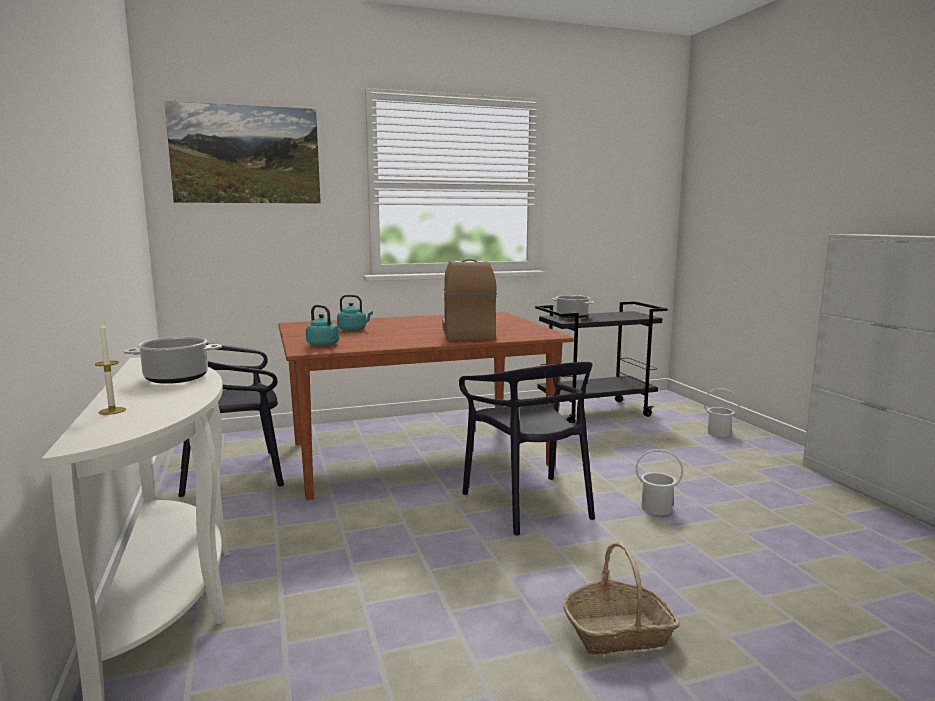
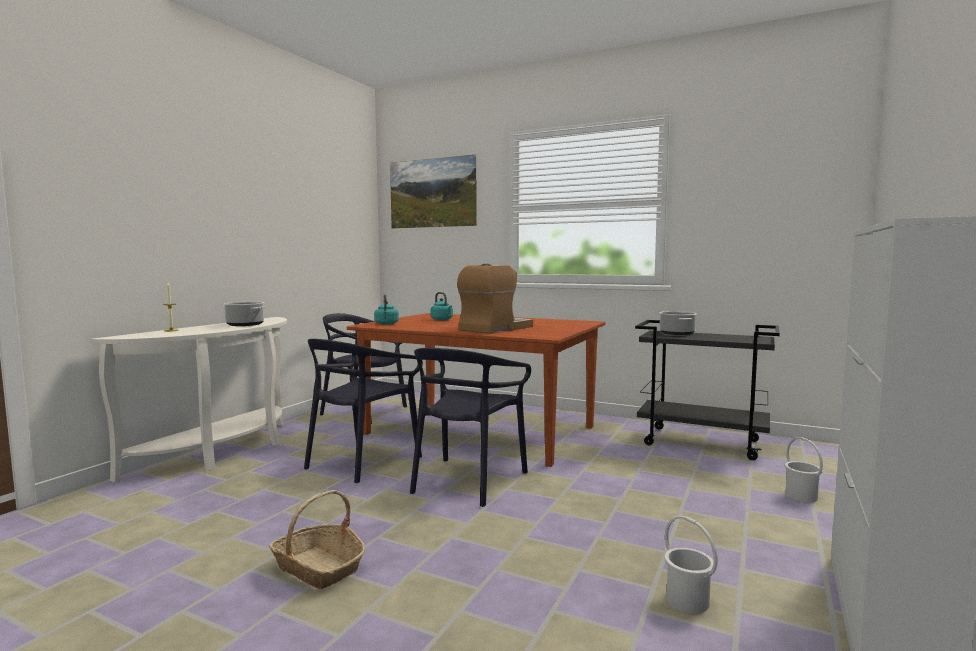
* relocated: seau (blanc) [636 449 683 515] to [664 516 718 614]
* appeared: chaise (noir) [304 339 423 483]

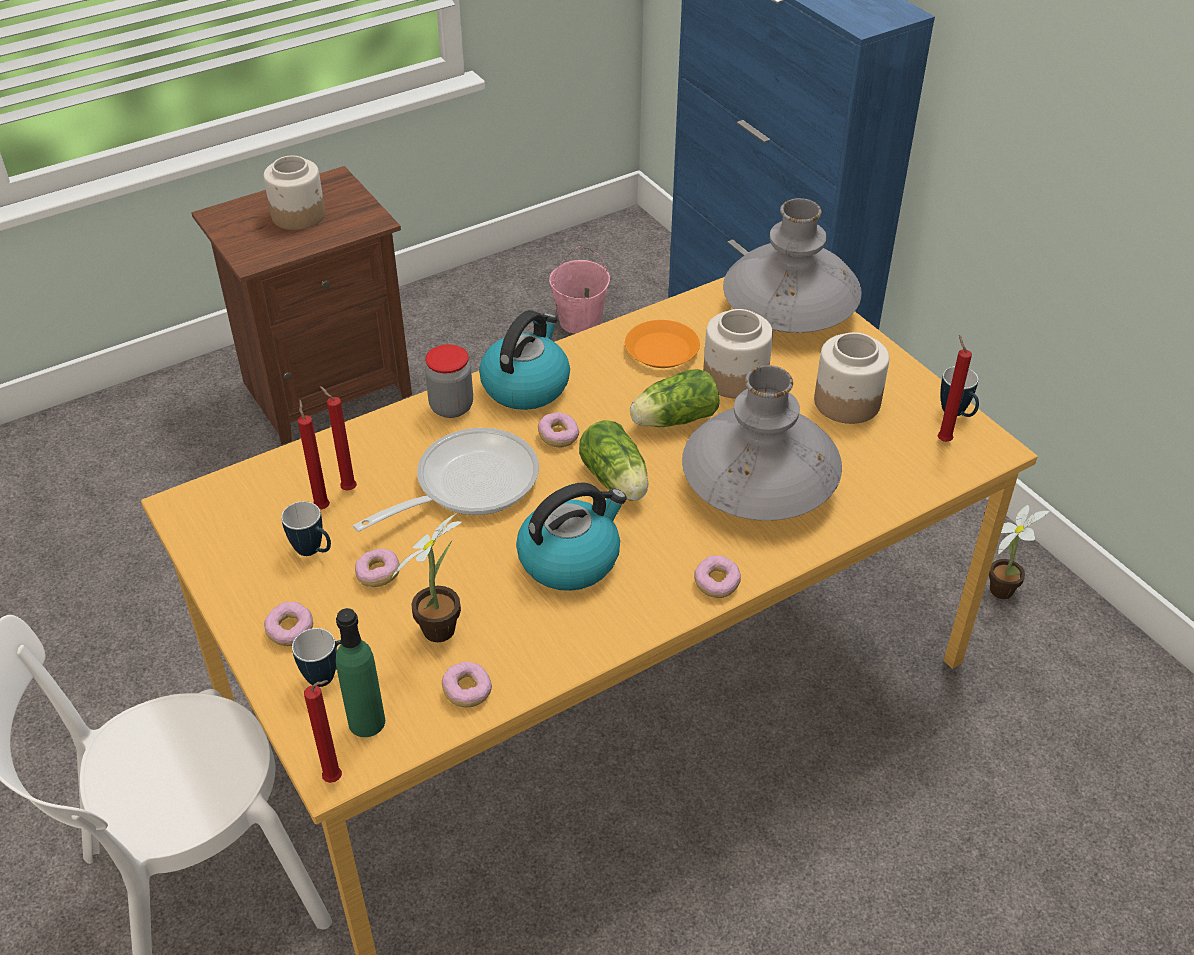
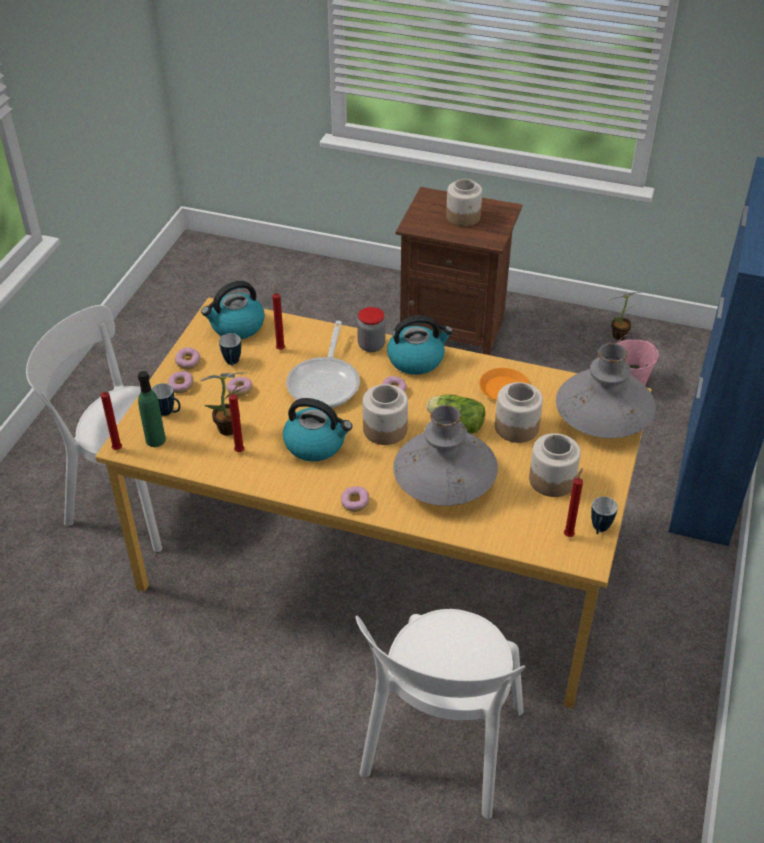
* relocated: bougie (rouge) [298 400 330 509] to [229 385 244 452]
* exchanged: laitue [579 420 649 501] to bocal [363 384 408 445]
* spun: poêle [353 428 539 532] = [286 321 360 408] 90 degrees clockwise
* relocated: plante en pot [989 505 1050 599] to [609 291 641 340]
* relocated: beignet [442 662 492 708] to [175 347 201 370]
* appeared: bouilloire [201 281 265 339]
* appeared: chaise (blanc) [356 609 525 819]

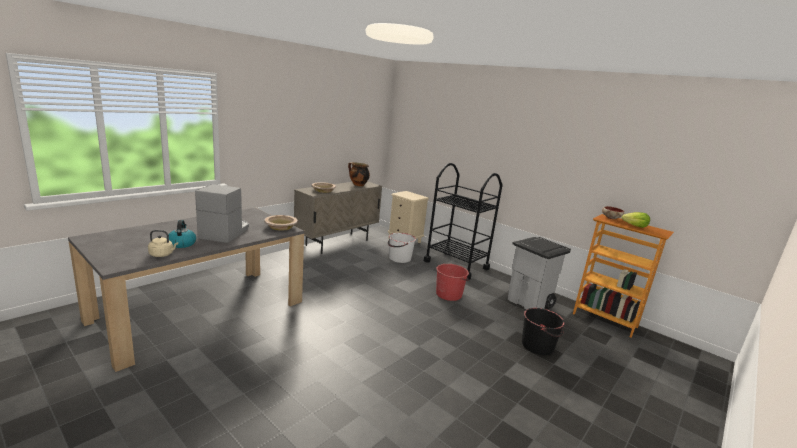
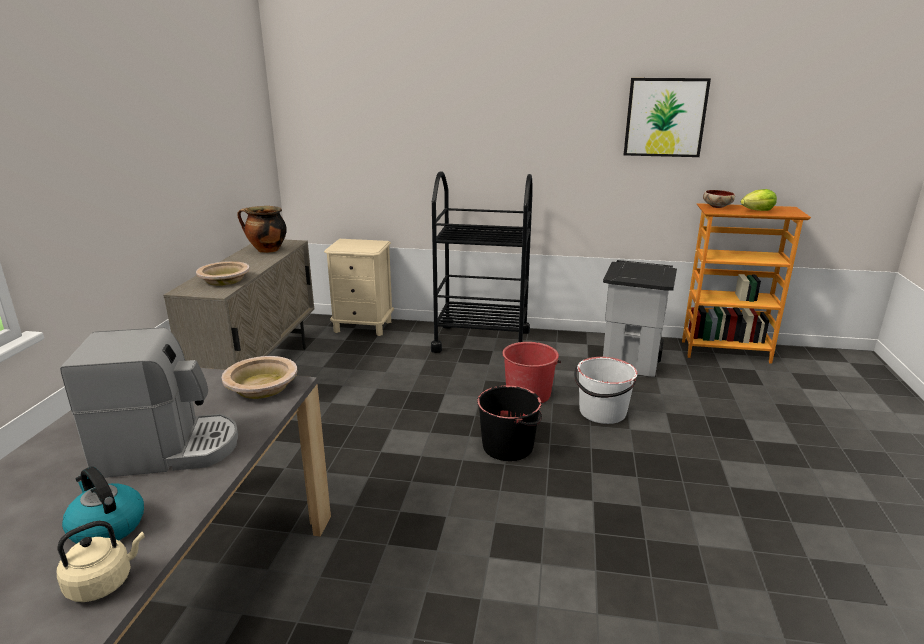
* spun: machine à café [195 184 249 243] = [60 327 238 478] 105 degrees clockwise
* relocated: seau (blanc) [388 233 416 263] to [574 357 638 424]
* relocated: seau (noir) [522 308 565 355] to [477 386 542 461]
* appeared: tableau [624 78 711 157]

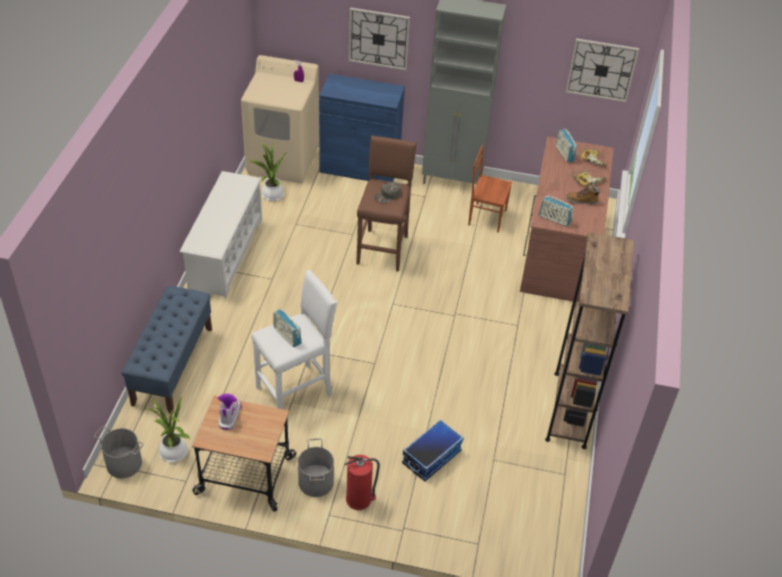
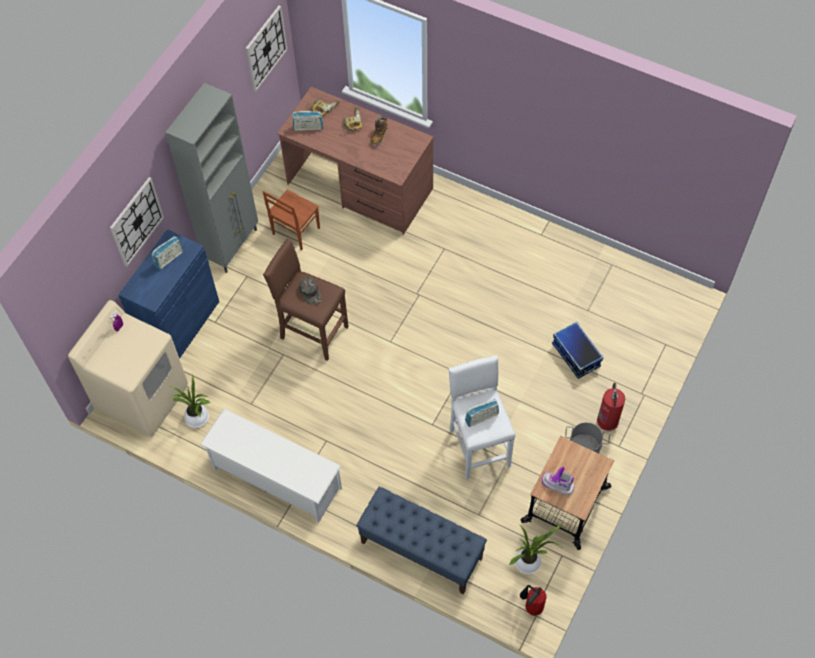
* relocated: radio [539 195 573 226] to [152 236 184 270]
* missing: bibliothèque (marron) [545 232 634 449]
* exchanged: seau (gris) [94 426 143 478] to extincteur [520 585 546 616]

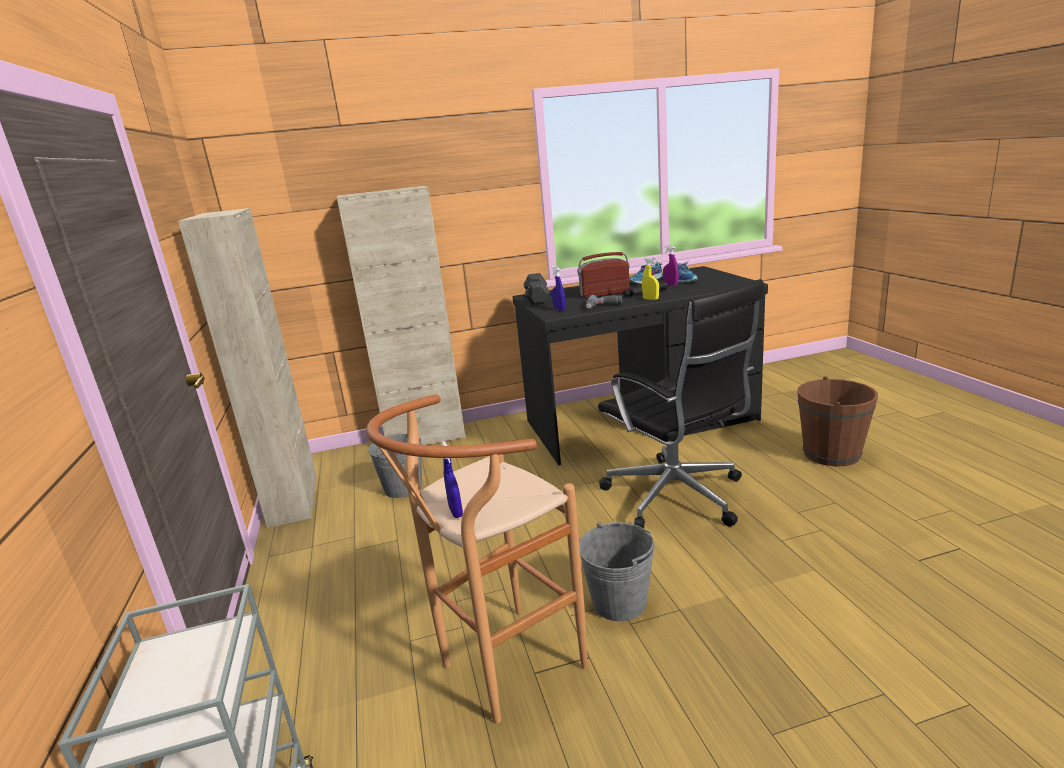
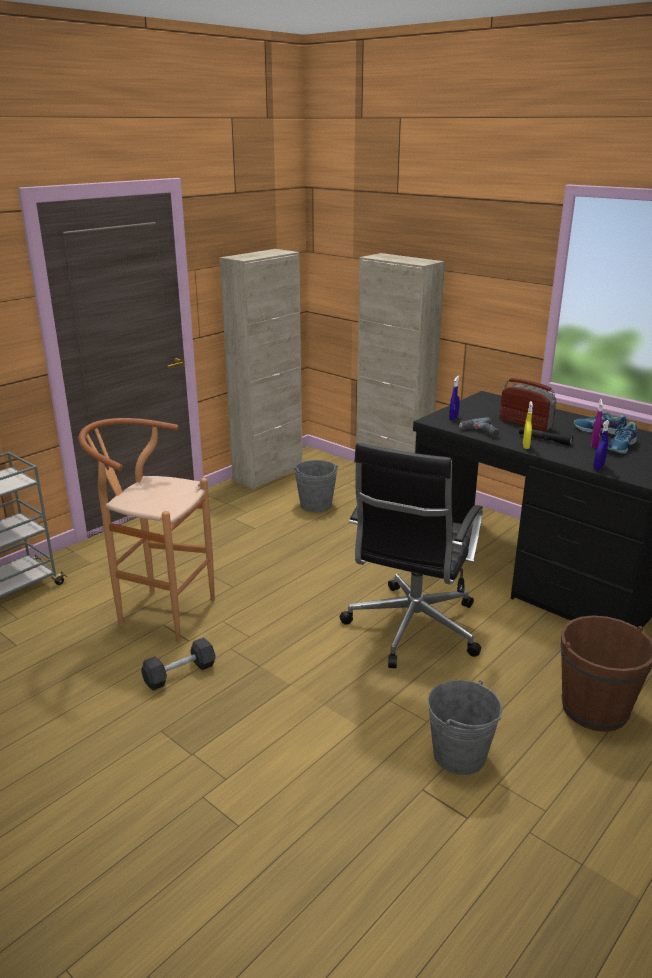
* relocated: haltère (noir) [524 273 550 305] to [141 637 216 691]
* relocated: vaporisateur (bleu) [441 442 463 518] to [593 420 610 470]
* relocated: seau (gris) [579 522 655 621] to [428 680 502 775]

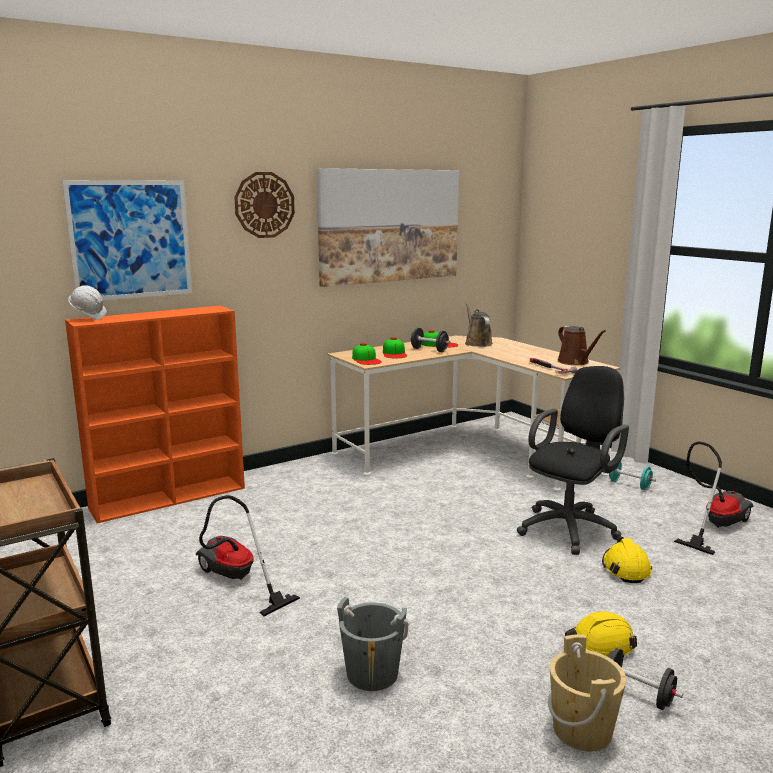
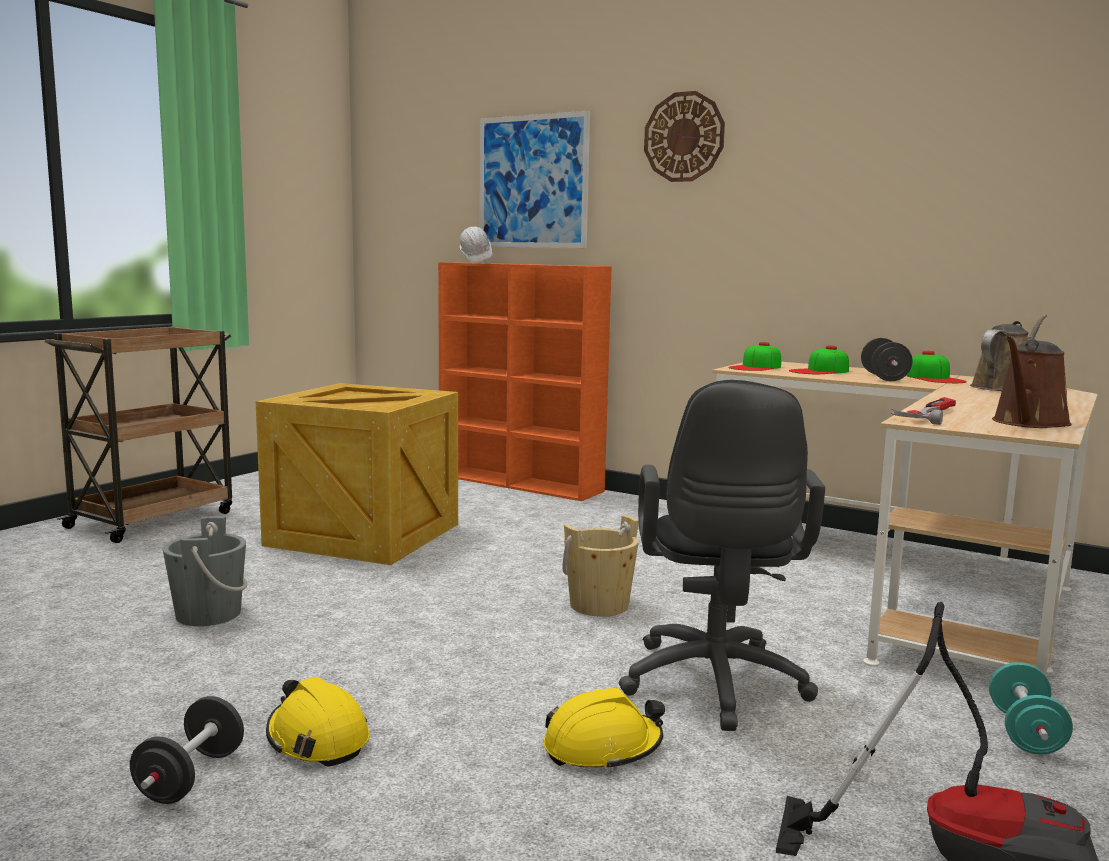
* missing: tableau [317 168 459 287]
* spun: chaise de bureau (noir) [517 366 629 555] = [619 380 825 731] 75 degrees clockwise
* exchanged: aspirateur [196 495 300 616] to caisse [256 383 458 565]
* relocated: seau (beige) [548 634 626 751] to [563 515 639 617]

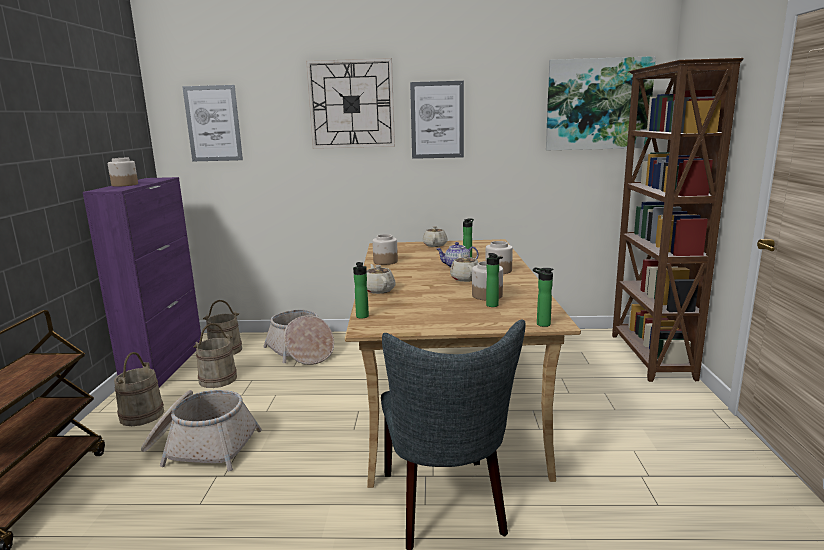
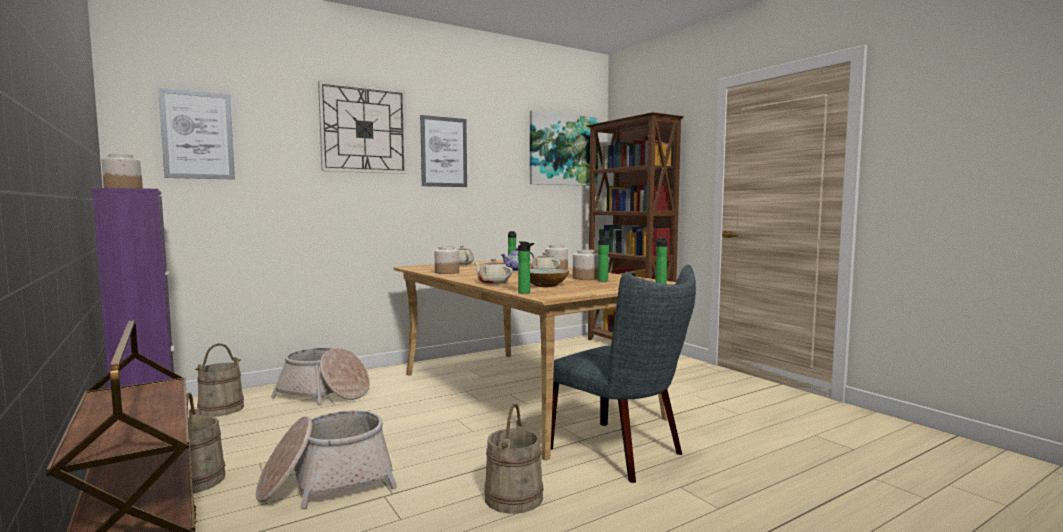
* relocated: seau (beige) [193 323 237 388] to [484 404 544 514]
* appeared: bol [530 268 569 287]

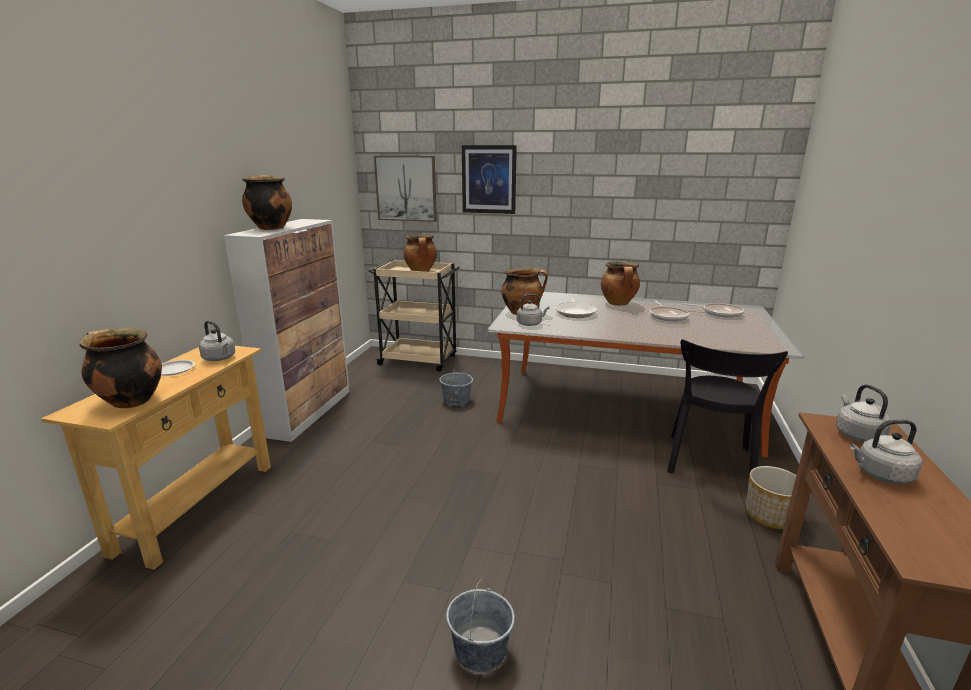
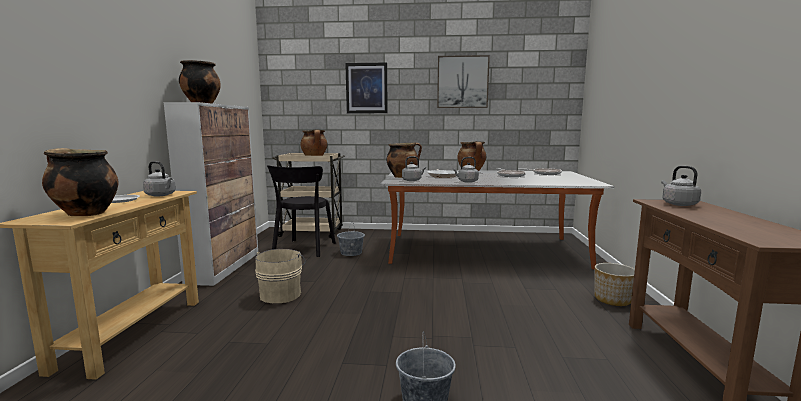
* relocated: tableau [374 156 437 222] to [437 55 490 108]
* relocated: chaise (noir) [667 339 788 475] to [267 165 336 257]
* relocated: bouilloire (gris) [850 420 923 484] to [453 157 479 183]
* appeared: seau (beige) [255 249 306 303]

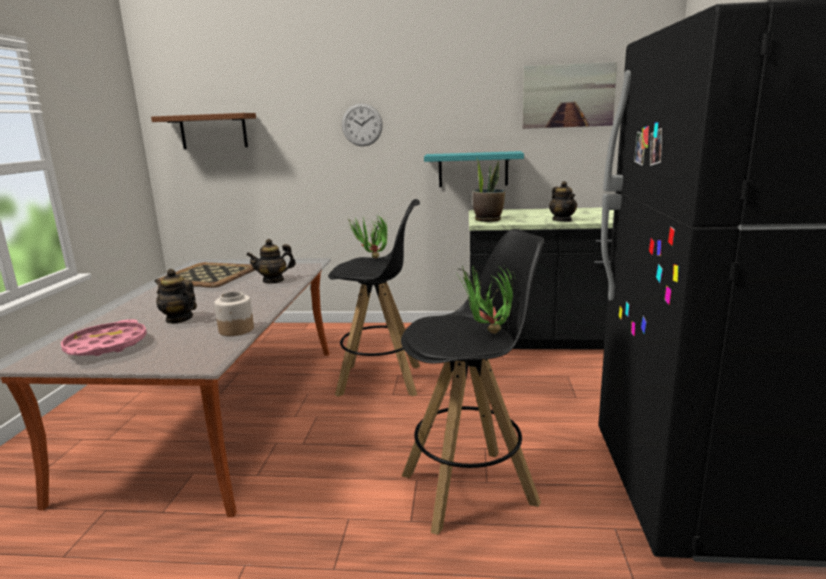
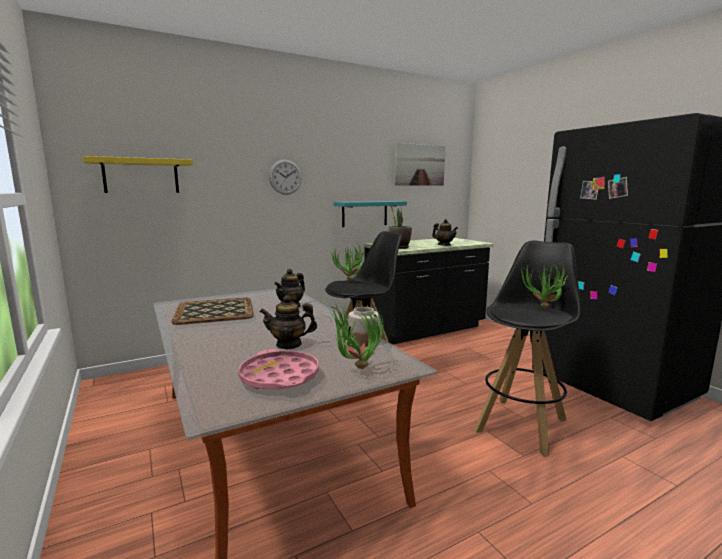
* colour: étagère (marron) [151 113 256 149] to étagère (jaune) [82 156 193 193]
* appeared: plante en pot [330 305 384 369]

